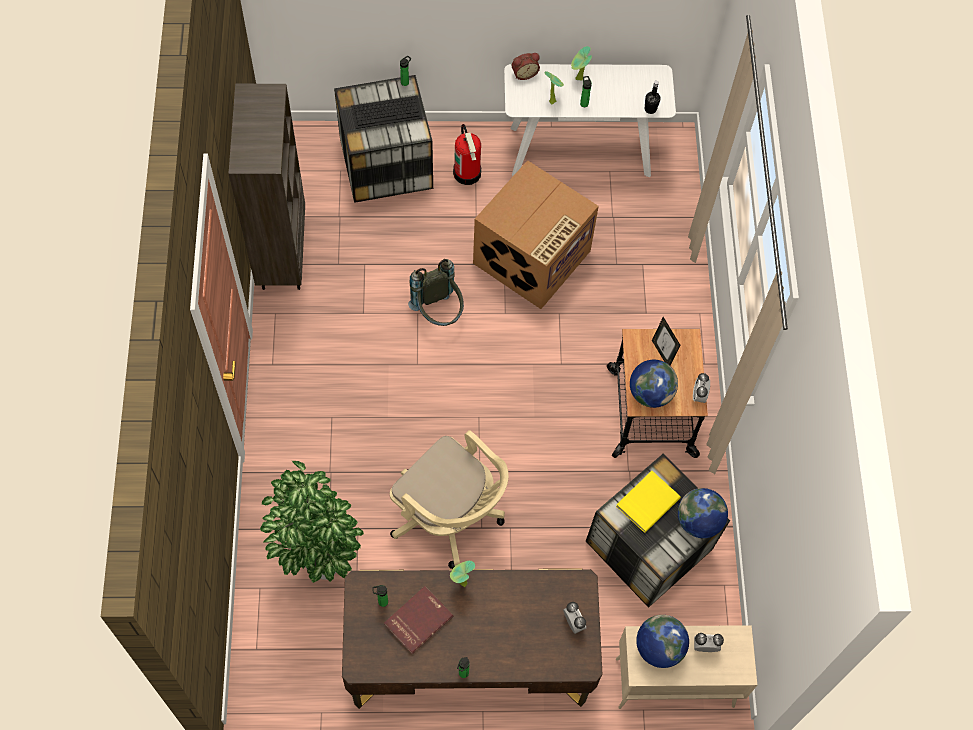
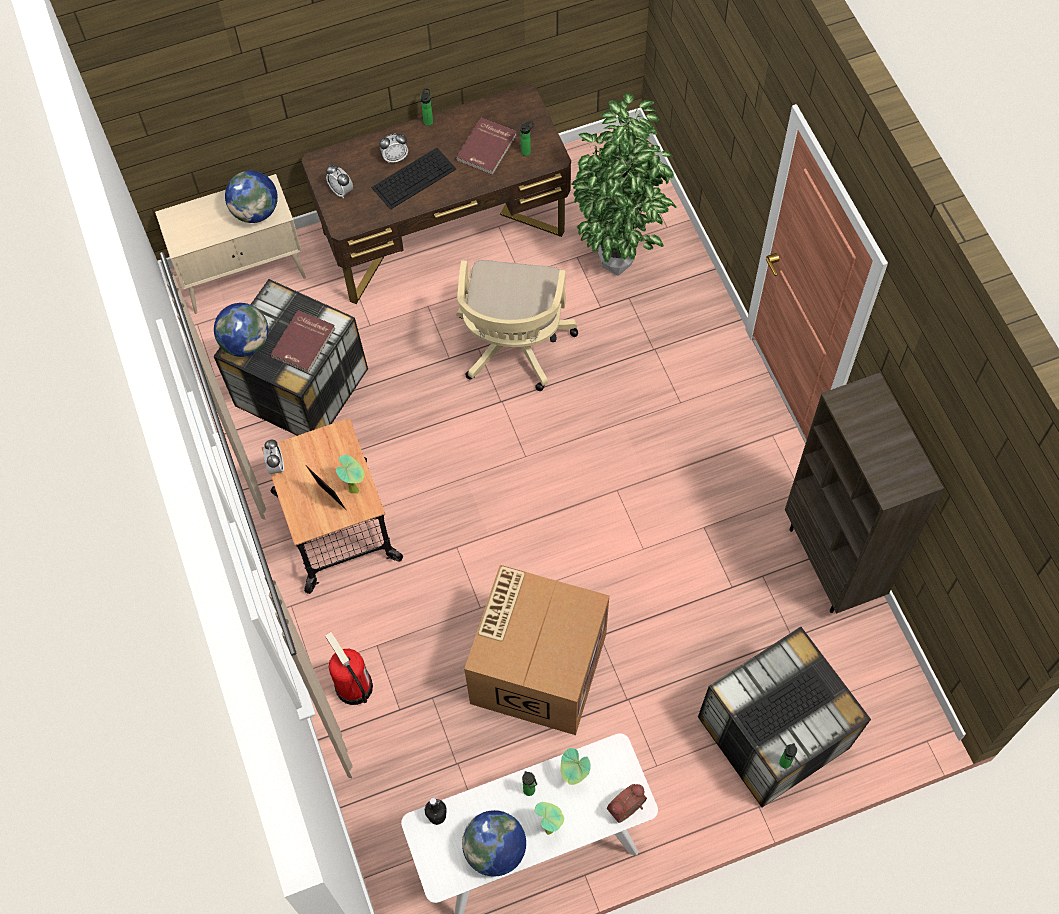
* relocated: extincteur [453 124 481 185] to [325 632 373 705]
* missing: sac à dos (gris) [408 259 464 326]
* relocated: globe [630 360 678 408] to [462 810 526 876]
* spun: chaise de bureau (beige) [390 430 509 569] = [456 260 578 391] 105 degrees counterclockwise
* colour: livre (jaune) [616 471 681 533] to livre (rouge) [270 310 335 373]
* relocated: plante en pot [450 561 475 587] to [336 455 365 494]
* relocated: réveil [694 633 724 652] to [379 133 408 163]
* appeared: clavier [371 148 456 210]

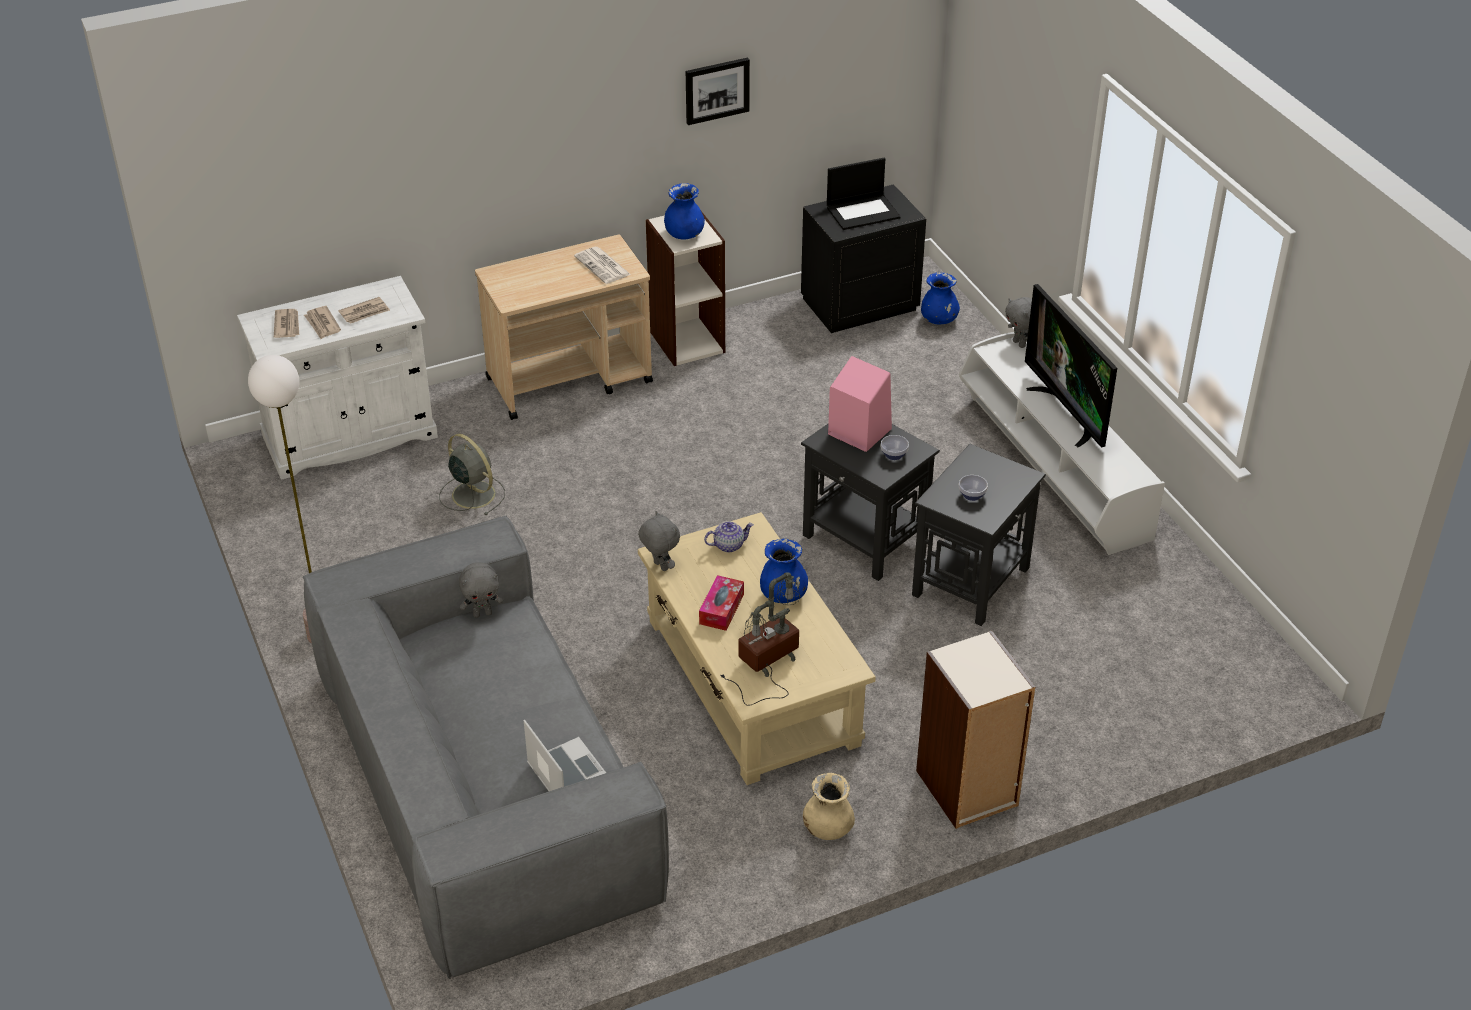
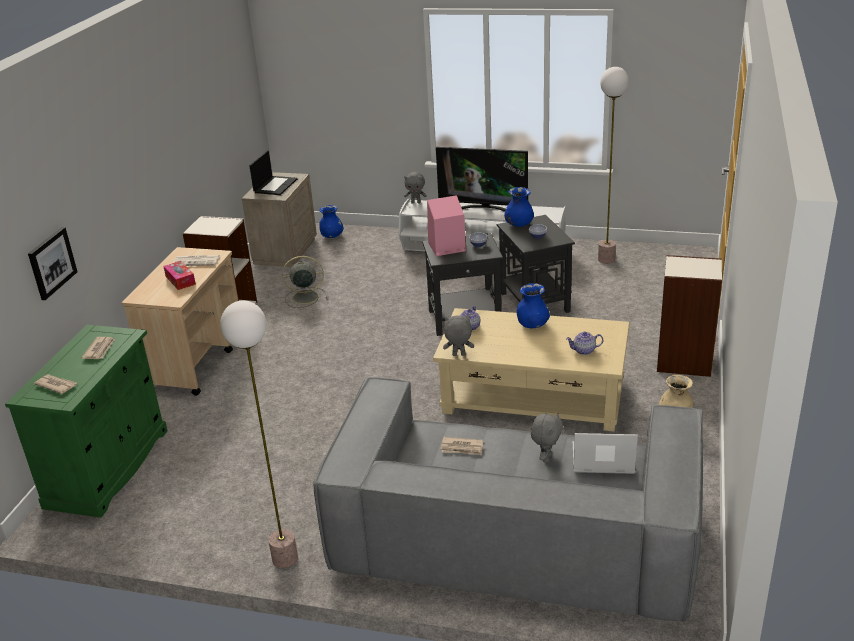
* relocated: tableau [686 57 750 125] to [28 227 77 300]
* relocated: vase (bleu) [664 183 705 240] to [504 187 534 227]
* colour: table de chevet (noir) [801 184 926 333] to table de chevet (beige) [242 172 317 267]
* colour: meuble de rangement (blanc) [237 276 438 480] to meuble de rangement (vert) [5 325 168 518]
* relocated: journal [304 306 341 339] to [440 437 483 455]
* relocated: ventilateur (gris) [439 434 505 515] to [282 256 327 308]
* relocated: peluche (gris) [459 562 503 618] to [531 413 563 463]
* exchanged: lampe de table [720 572 800 706] to théière [566 332 603 355]
* relocated: boîte à mouchoirs [699 575 744 631] to [163 261 196 290]
* appeared: lampadaire [598 67 629 264]

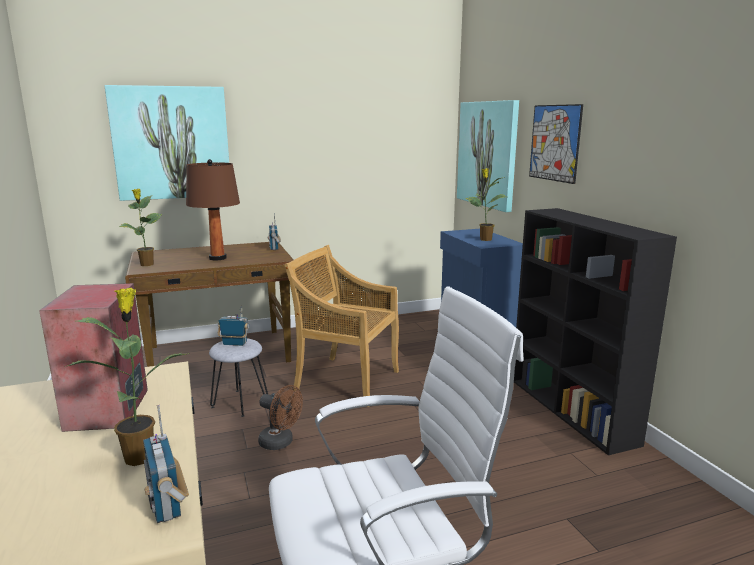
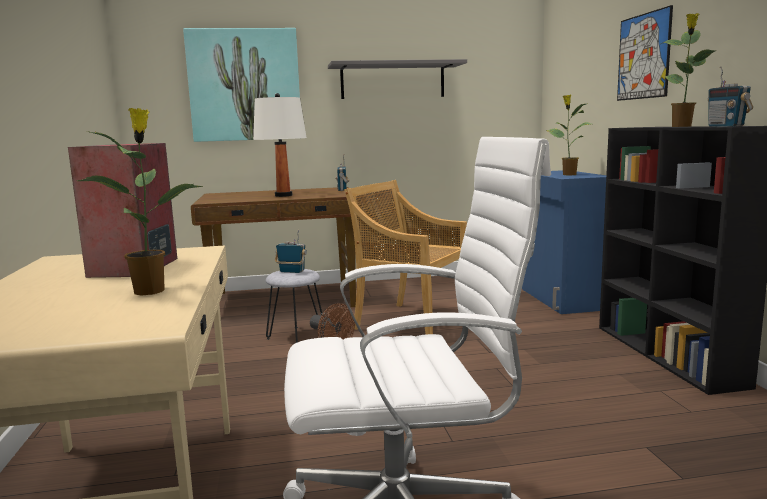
* missing: tableau [457 100 519 212]
* colour: lampe de table (marron) [186 159 240 260] to lampe de table (blanc) [253 93 307 197]
* relocated: plante en pot [119 189 162 266] to [661 13 716 127]
* relocated: radio [143 405 189 523] to [708 67 753 127]
* appeared: étagère (gris) [328 59 467 99]

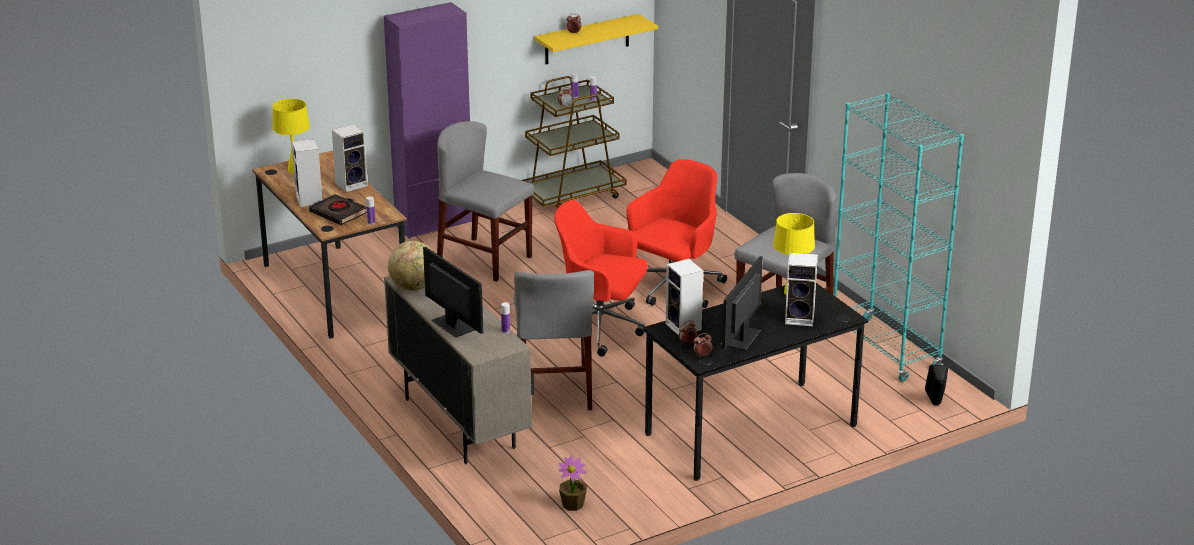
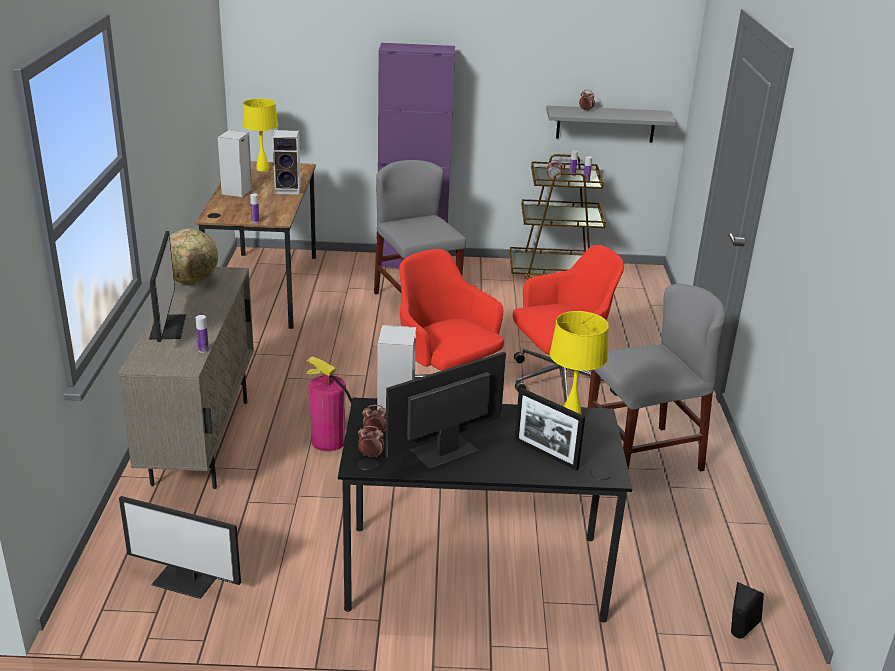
* colour: étagère (jaune) [534 14 658 64] to étagère (gris) [546 106 676 143]
* missing: bibliothèque (turquoise) [833 92 964 381]
* missing: livre (noir) [309 194 367 225]
* exchanged: enceinte [785 253 818 326] to cadre photo [514 388 585 471]
* exchanged: chaise (gris) [514 270 594 410] to extincteur [305 356 352 451]
* exchanged: plante en pot [558 456 587 511] to écran d'ordinateur [119 496 241 599]

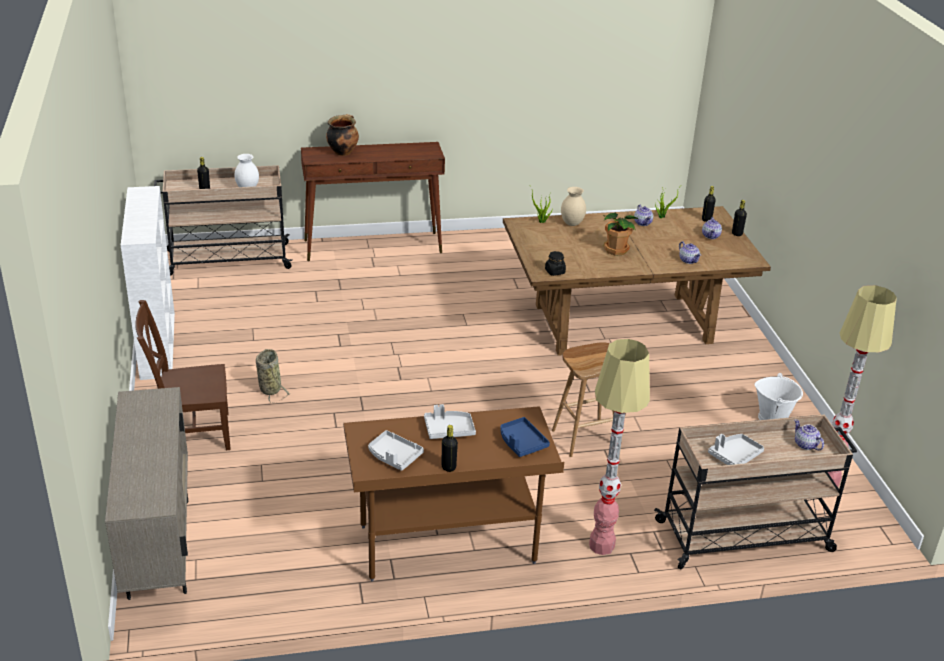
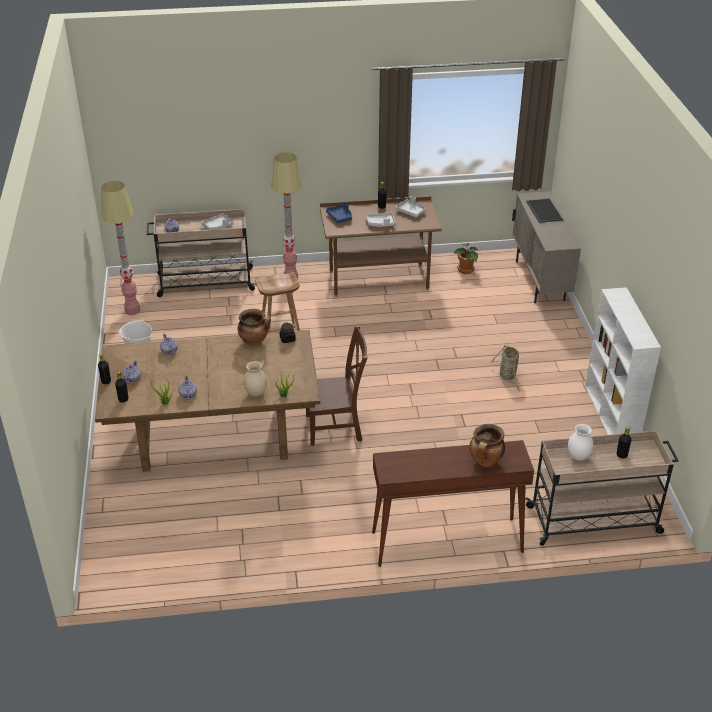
* relocated: plante en pot [603 213 639 256] to [453 243 478 274]
* relocated: chaise (marron) [135 300 231 450] to [306 325 368 446]
* appeared: plateau [526 198 563 223]
* appeared: marmite [238 309 271 346]

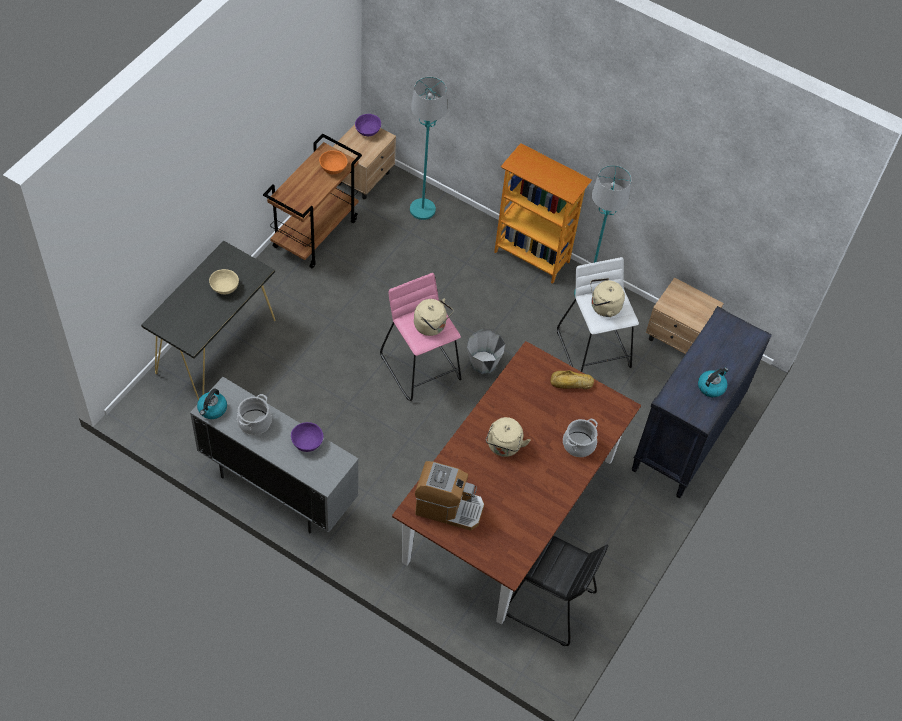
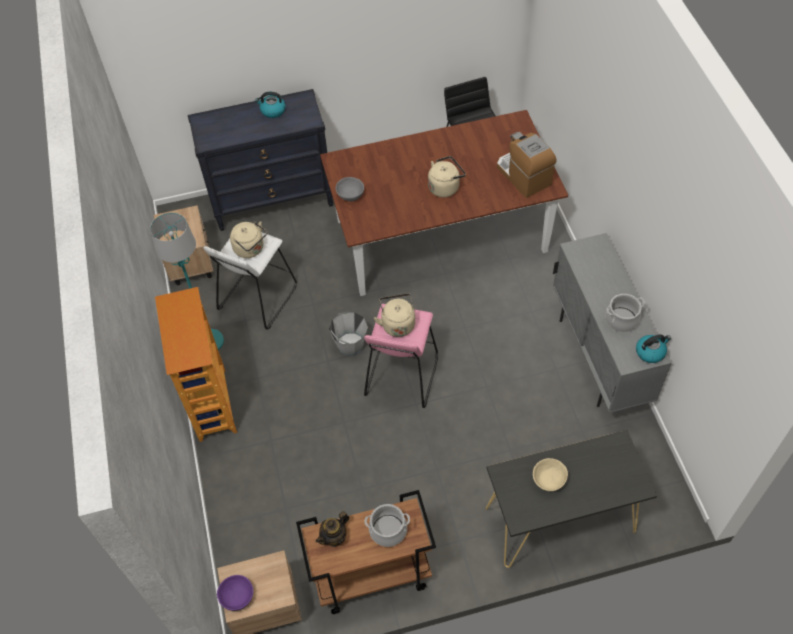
* missing: lampadaire (turquoise) [410 77 447 220]
* exchanged: bol (orange) [319 150 347 174] to théière [315 511 349 547]
* exchanged: pain [550 370 594 389] to bol (gris) [336 177 364 201]
* relocated: marmite [563 419 598 457] to [364 504 410 547]
* missing: bol (violet) [291 422 323 452]

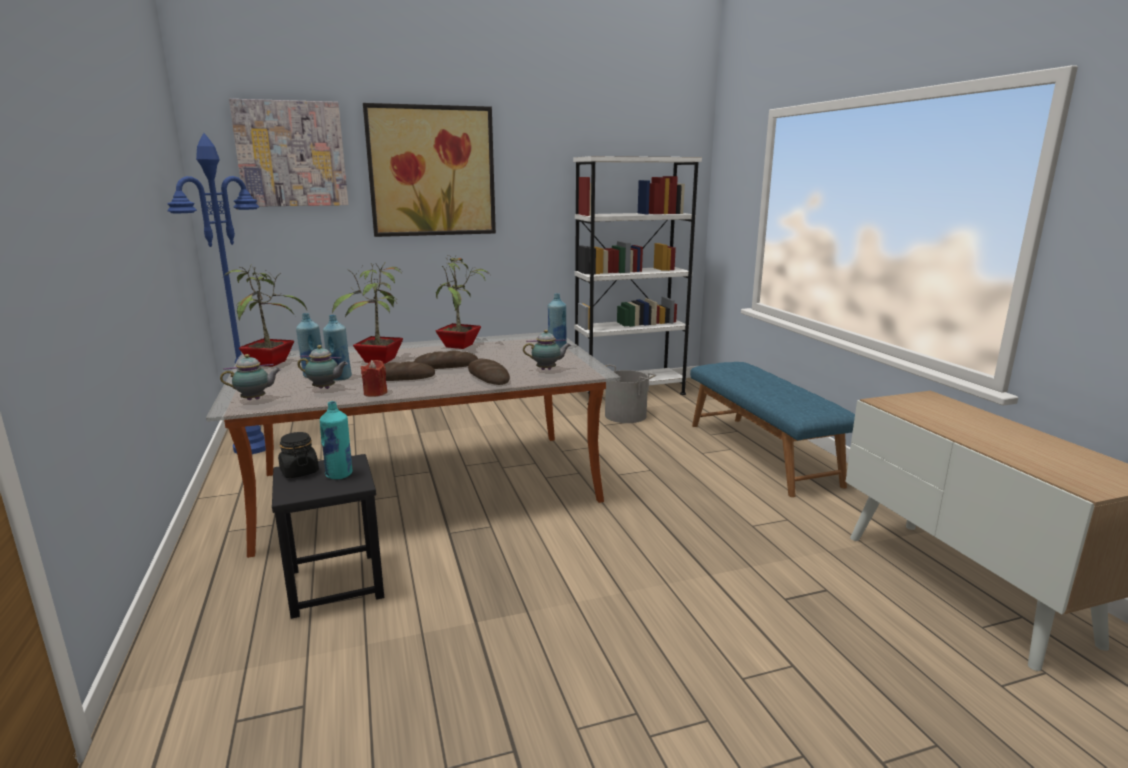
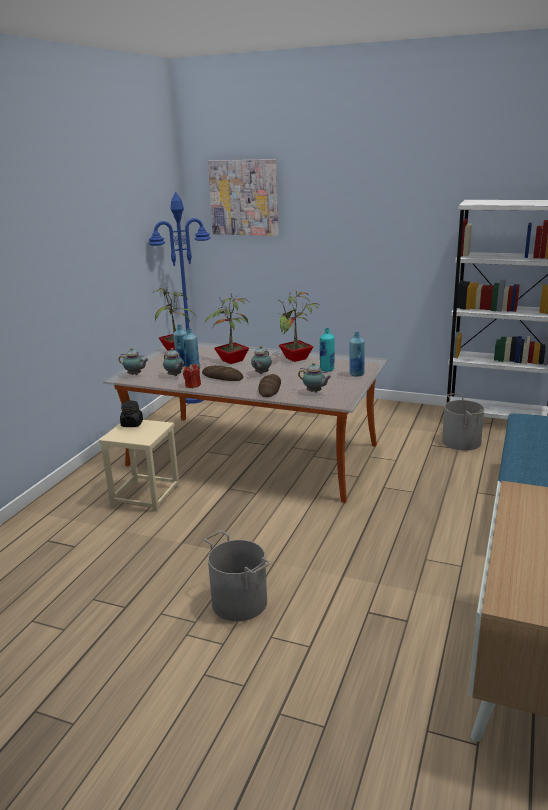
* missing: tableau [363 103 496 237]
* exchanged: pain [414 351 478 369] to théière [251 346 272 374]
* relocated: bouteille (turquoise) [320 401 352 479] to [319 328 335 372]
* colour: tabouret (noir) [272 454 384 619] to tabouret (beige) [99 420 179 512]
* appeared: seau (gris) [204 531 270 621]

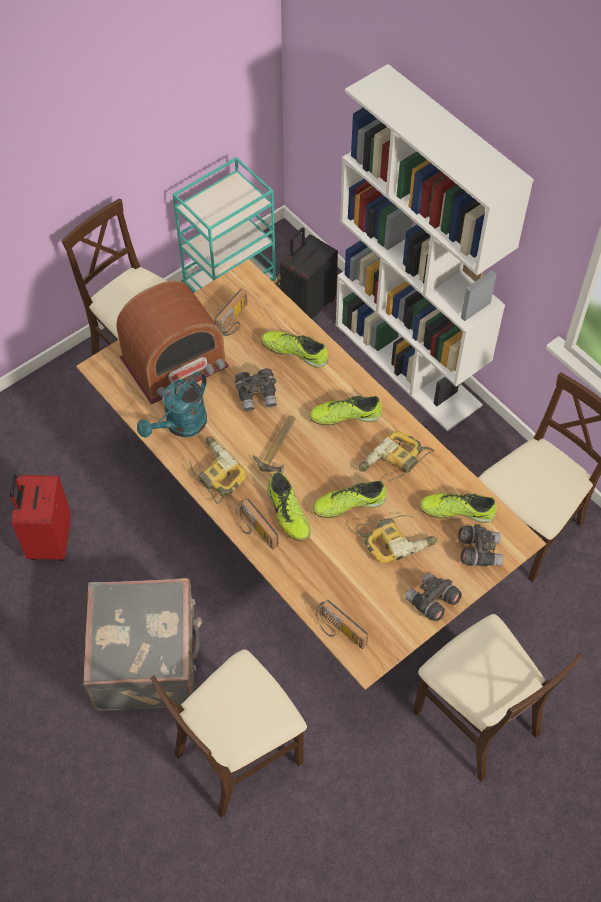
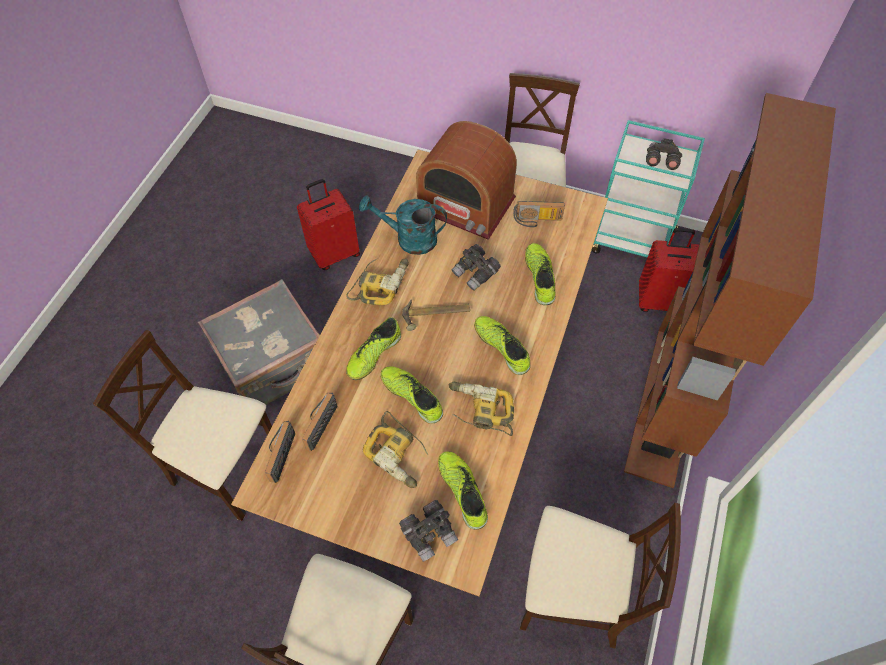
* colour: bibliothèque (blanc) [336 64 534 431] to bibliothèque (marron) [624 93 836 488]
* colour: valise (noir) [280 227 338 320] to valise (rouge) [639 228 699 312]
* relocated: radio [236 498 278 549] to [302 392 338 451]
* relocated: jumelles (gris) [405 573 462 622] to [646 138 682 170]

